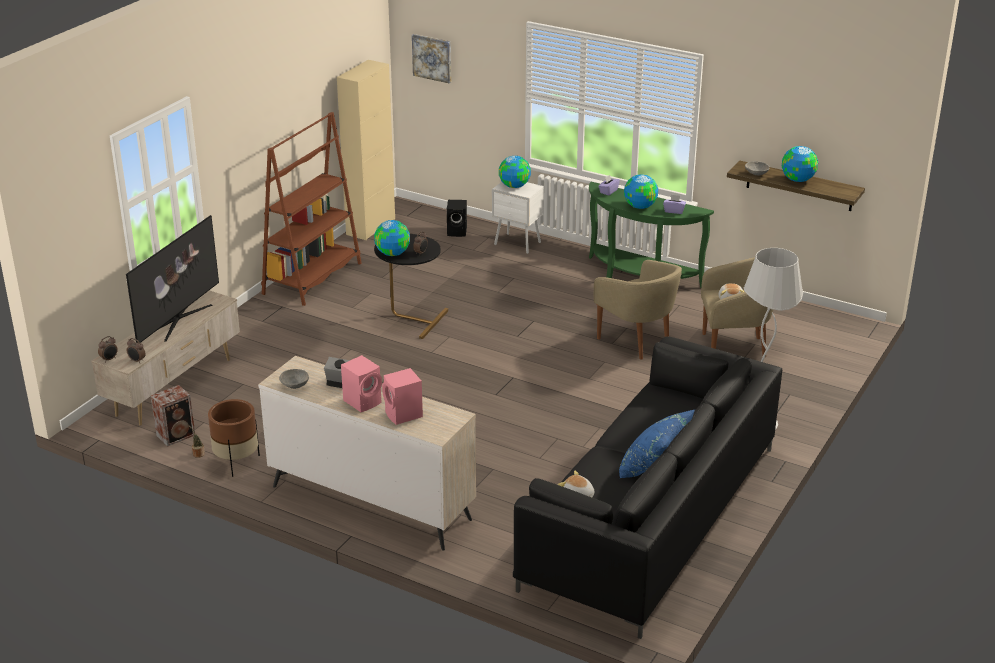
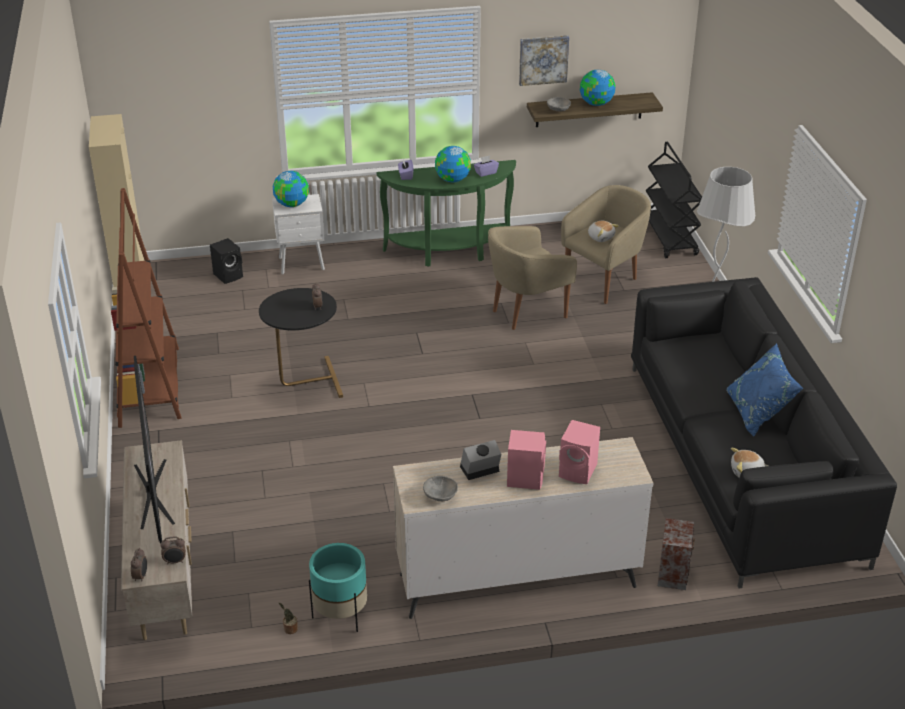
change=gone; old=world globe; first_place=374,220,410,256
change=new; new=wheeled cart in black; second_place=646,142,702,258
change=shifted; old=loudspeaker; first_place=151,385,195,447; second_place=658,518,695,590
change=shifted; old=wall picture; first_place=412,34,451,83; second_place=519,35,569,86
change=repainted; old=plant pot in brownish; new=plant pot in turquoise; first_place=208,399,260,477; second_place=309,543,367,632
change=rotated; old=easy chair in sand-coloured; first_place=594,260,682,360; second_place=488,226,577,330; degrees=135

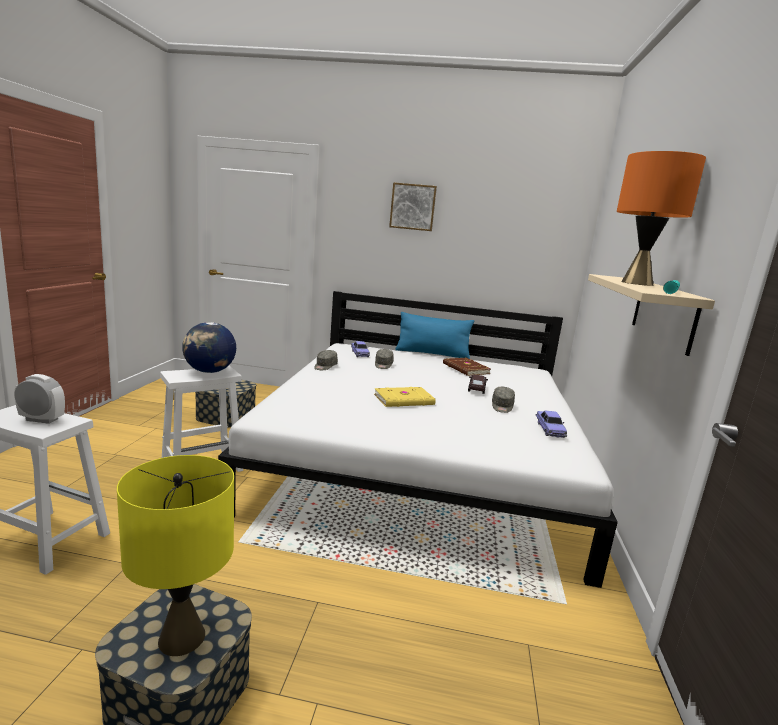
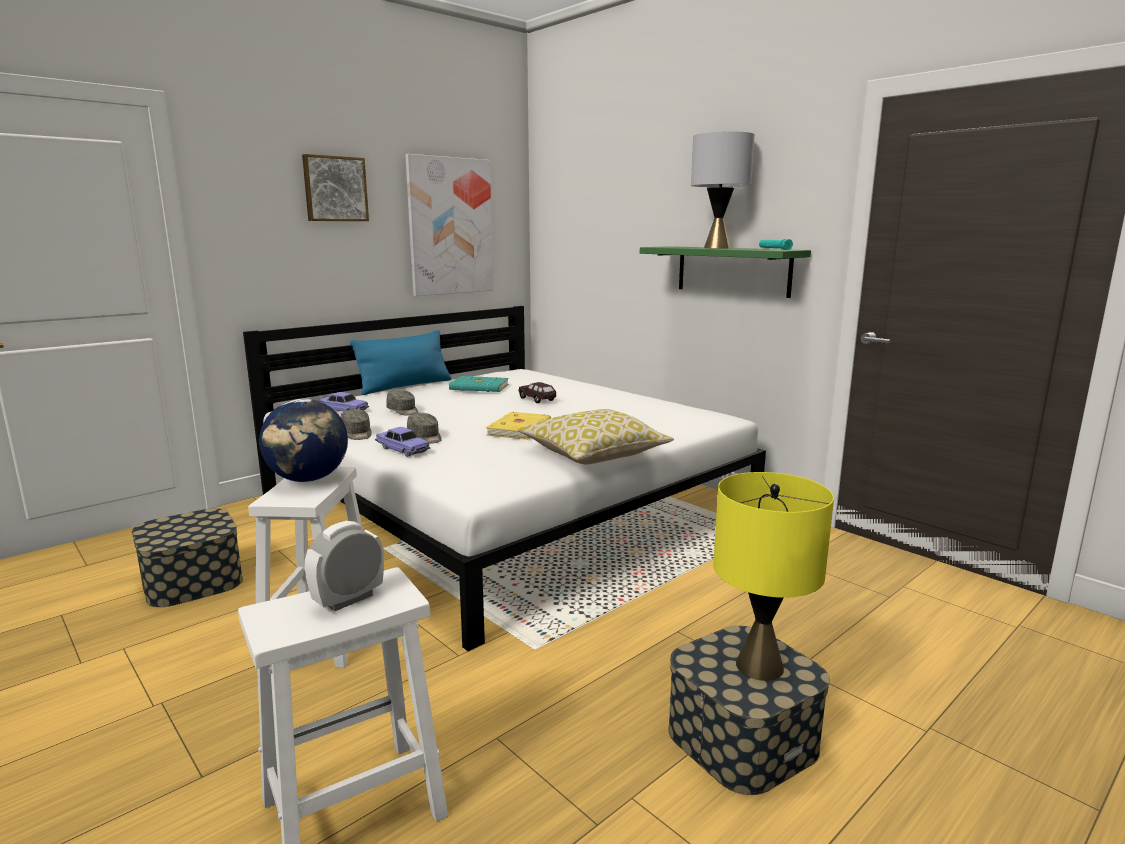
change=new; new=wall picture; second_place=405,154,493,296
change=new; new=throw pillow; second_place=518,409,674,464
change=shifted; old=baseball cap in greyish; first_place=492,387,515,413; second_place=407,413,442,444
change=shifted; old=model car; first_place=535,411,567,438; second_place=375,427,430,457
change=repainted; old=book in brownish; new=book in turquoise; first_place=443,358,491,376; second_place=449,376,509,392
change=repainted; old=shelf in sand-coloured; new=shelf in green-coloured; first_place=588,274,715,356; second_place=640,246,811,298
change=repainted; old=lamp for a table in orangey; new=lamp for a table in greyish; first_place=617,151,706,286; second_place=691,131,755,248

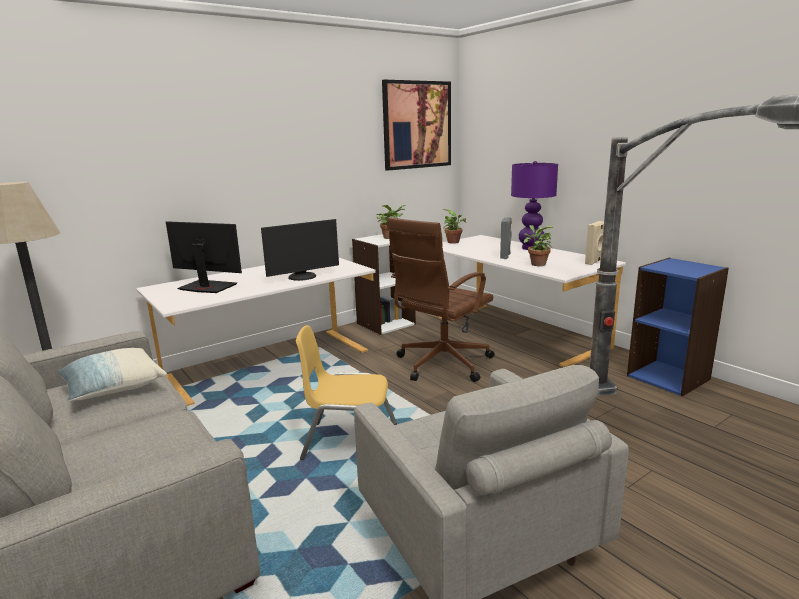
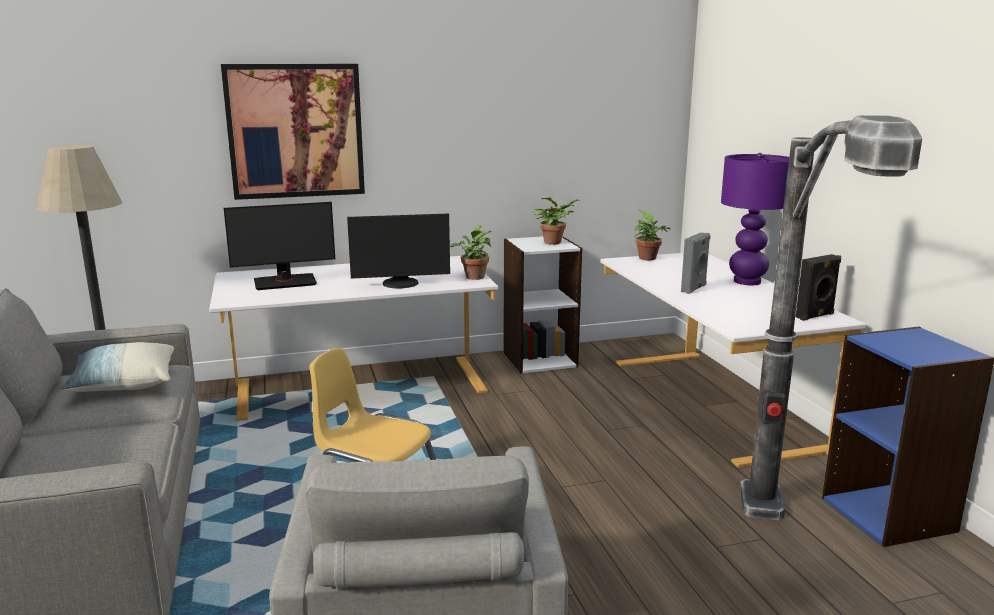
change=gone; old=computer chair in brownish; first_place=387,217,495,382
change=shifted; old=wall picture; first_place=382,80,451,171; second_place=221,64,365,200
change=shifted; old=houseplant; first_place=524,225,553,266; second_place=450,225,491,280
change=repainted; old=loudspeaker in sand-coloured; new=loudspeaker in black; first_place=585,221,604,265; second_place=795,254,841,321
change=rotated; old=monitor; first_place=166,221,242,293; second_place=224,202,335,290; degrees=120

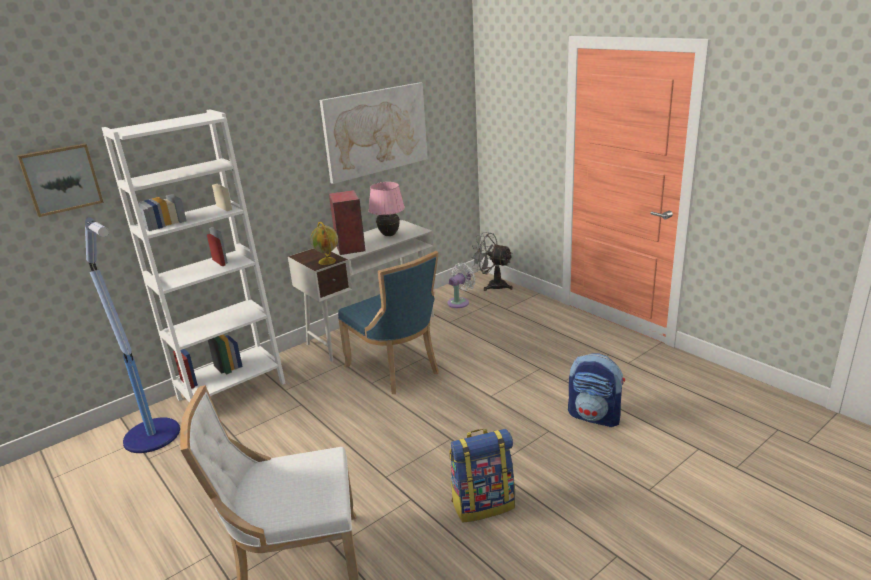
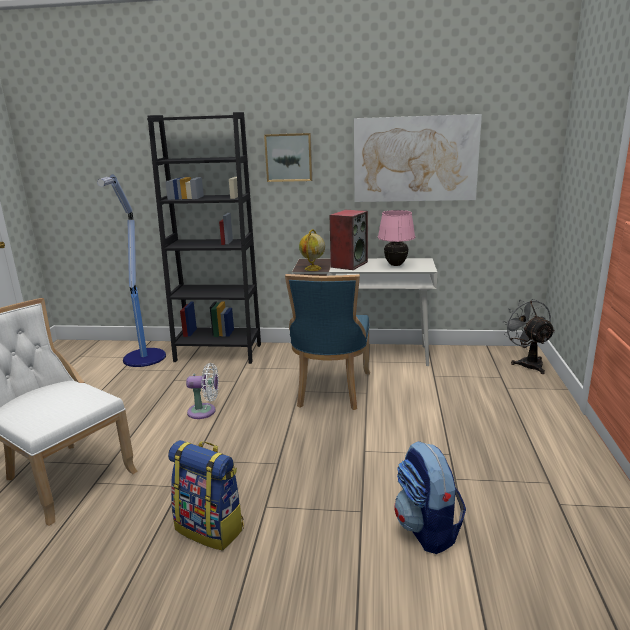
change=shifted; old=wall picture; first_place=17,143,104,217; second_place=264,133,312,182
change=shifted; old=cooling fan in white-coloured; first_place=447,263,476,308; second_place=186,363,219,419
change=repainted; old=bookcase in white-coloured; new=bookcase in black; first_place=102,109,285,402; second_place=147,112,261,364

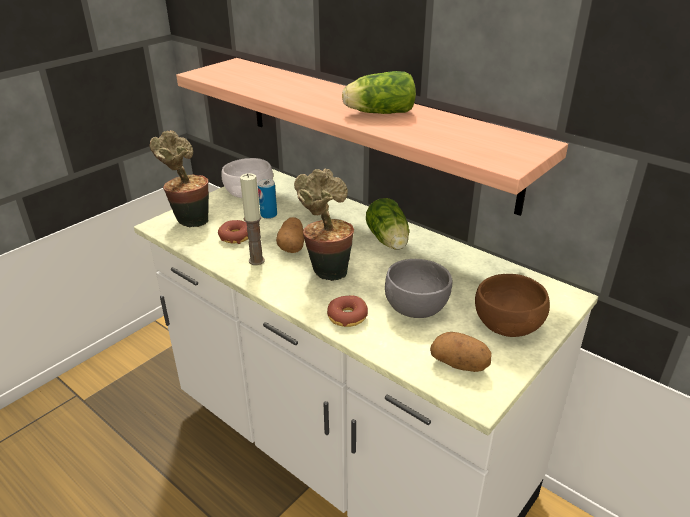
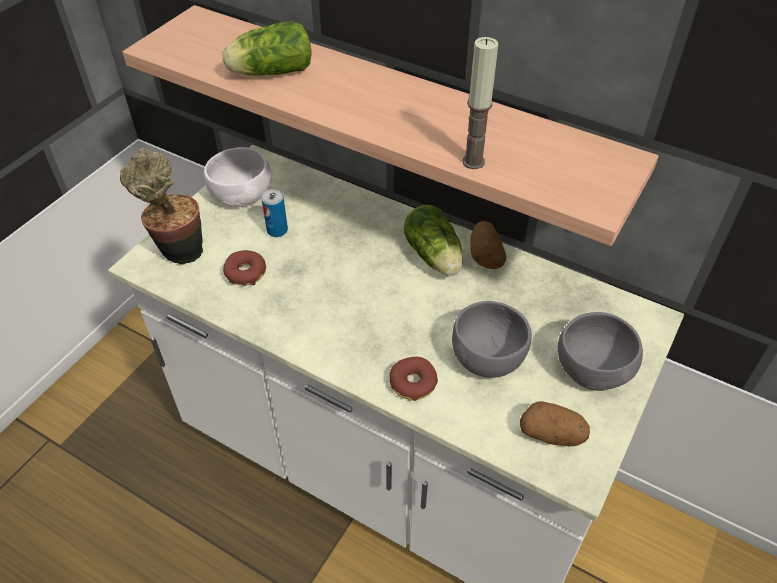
change=gone; old=houseplant; first_place=294,168,354,281
change=shifted; old=candle; first_place=240,173,265,265; second_place=462,37,498,169
change=shifted; old=spud; first_place=276,217,304,253; second_place=470,221,506,269
change=shifted; old=head of lettuce; first_place=342,71,416,114; second_place=222,21,312,76
change=repainted; old=serving bowl in brownish; new=serving bowl in greyish; first_place=475,274,550,337; second_place=558,312,643,391

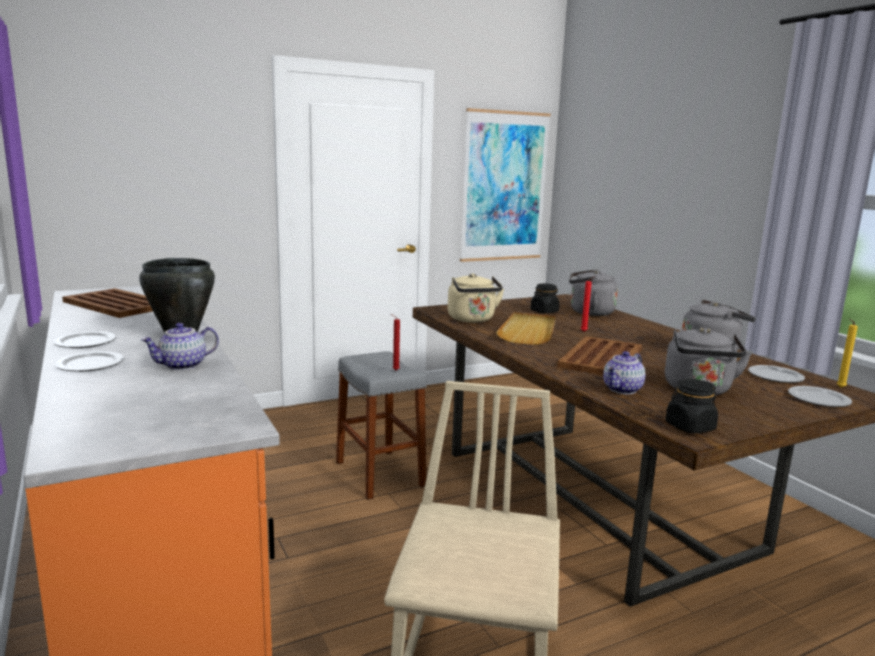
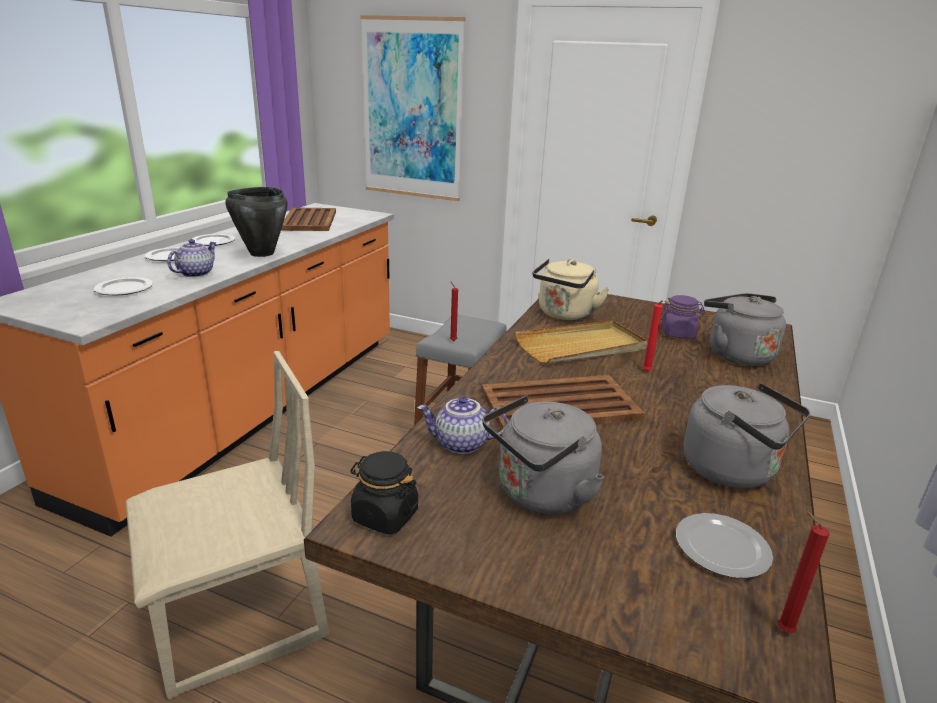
change=shifted; old=wall picture; first_place=460,108,551,262; second_place=360,15,466,201
change=shifted; old=dinner plate; first_place=788,386,852,407; second_place=94,277,153,295
change=repainted; old=storage jar in black; new=storage jar in purple-coloured; first_place=530,283,560,314; second_place=660,295,705,339
change=repainted; old=candle in yellowish; new=candle in reddish; first_place=837,319,858,388; second_place=778,511,829,633
change=rotated; old=tea pot; first_place=141,323,219,370; second_place=167,239,217,277; degrees=105

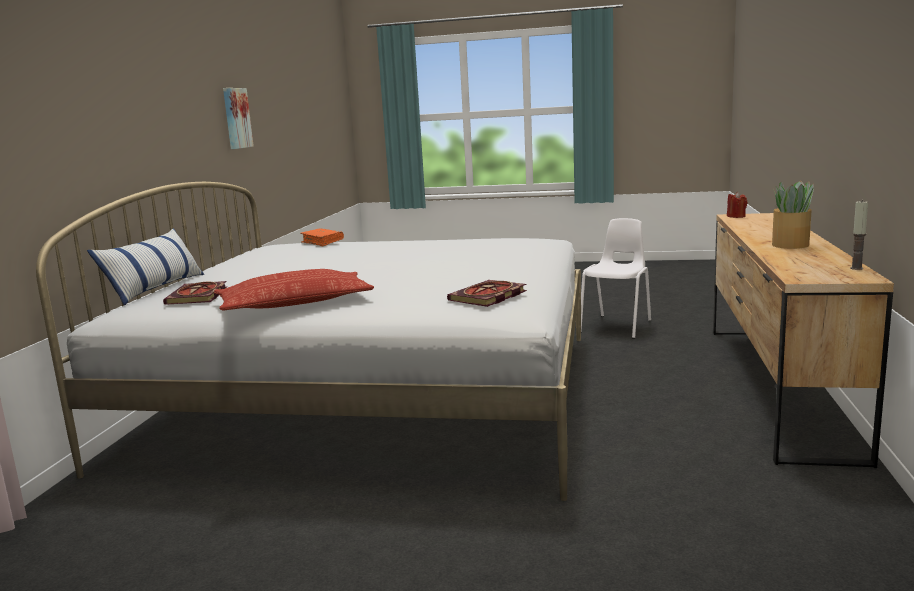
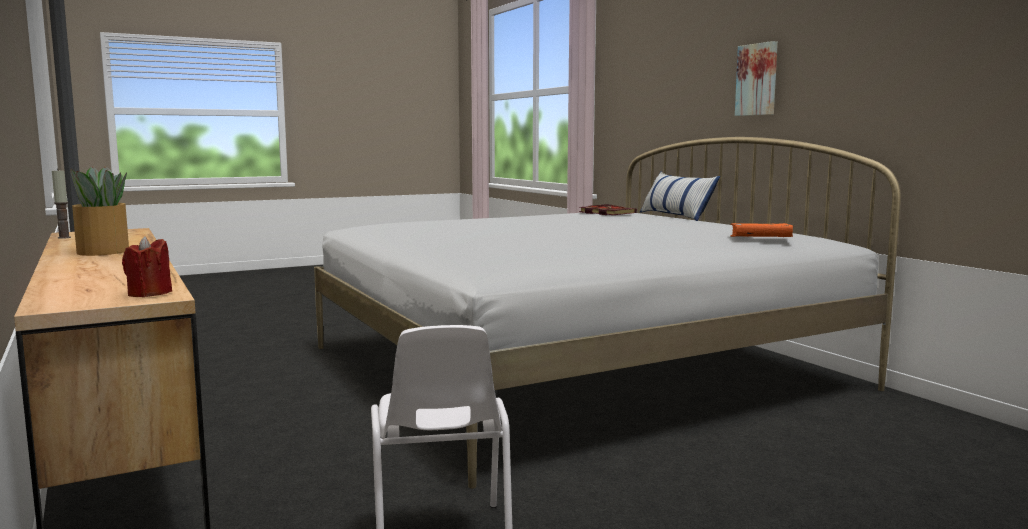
change=gone; old=throw pillow; first_place=214,269,374,310
change=gone; old=book; first_place=447,280,527,307
change=shifted; old=wall picture; first_place=223,88,254,149; second_place=735,41,778,116

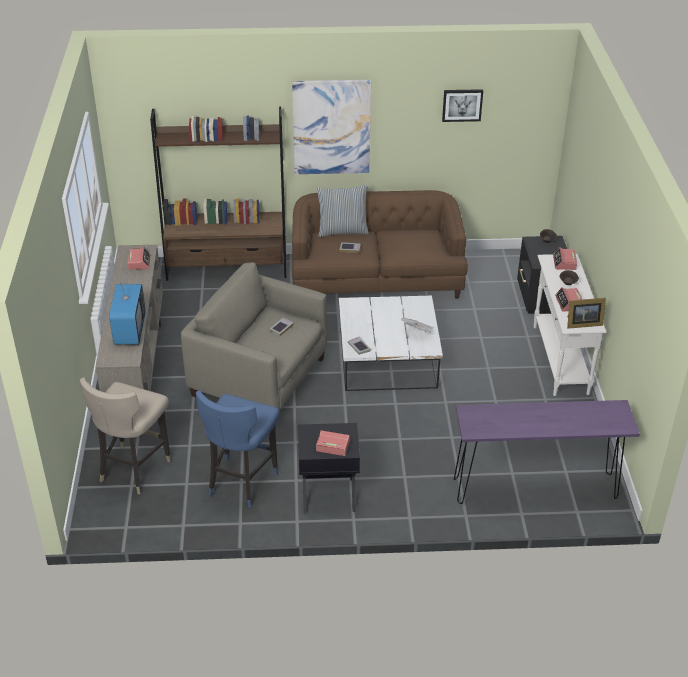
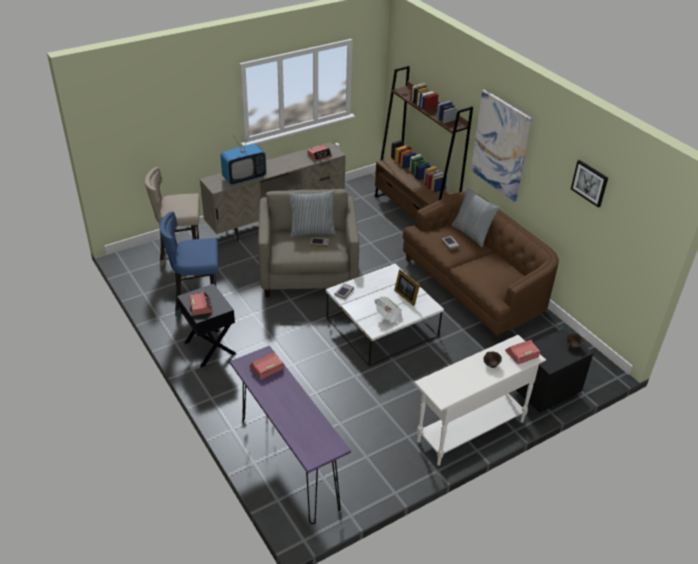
change=new; new=throw pillow; second_place=289,190,336,237
change=shifted; old=bedside clock; first_place=555,287,583,312; second_place=250,352,284,380
change=shifted; old=picture frame; first_place=567,298,606,329; second_place=394,269,420,306

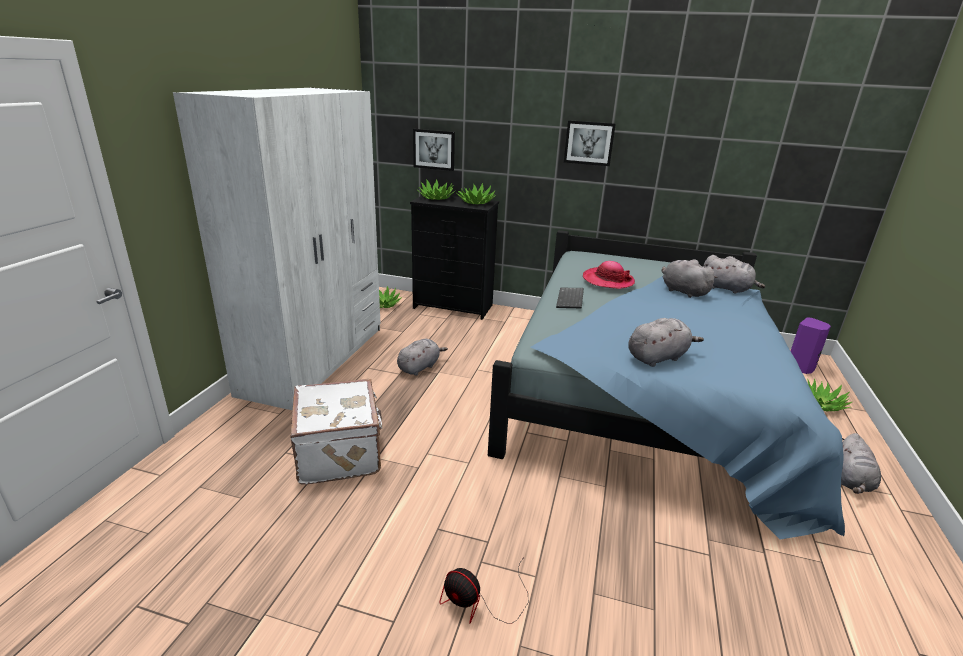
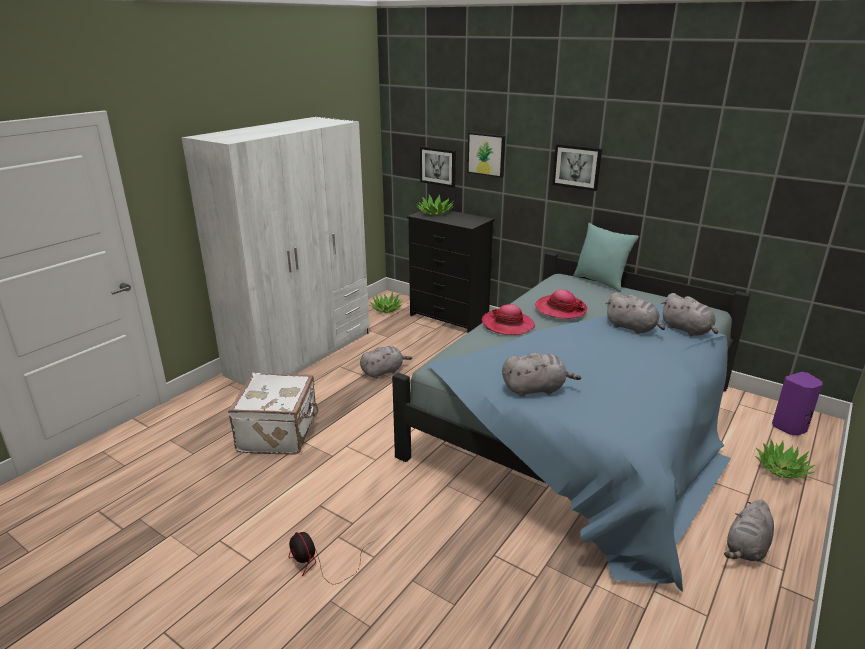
change=gone; old=houseplant; first_place=457,183,497,204
change=new; new=wall picture; second_place=467,132,505,178
change=new; new=throw pillow in turquoise; second_place=573,223,639,292
change=swapped; old=keyboard; new=clothing hat; first_place=556,288,584,309; second_place=482,304,535,335
change=rotated; old=soft toy in greyish; first_place=662,259,718,298; second_place=606,292,665,334; degrees=150

